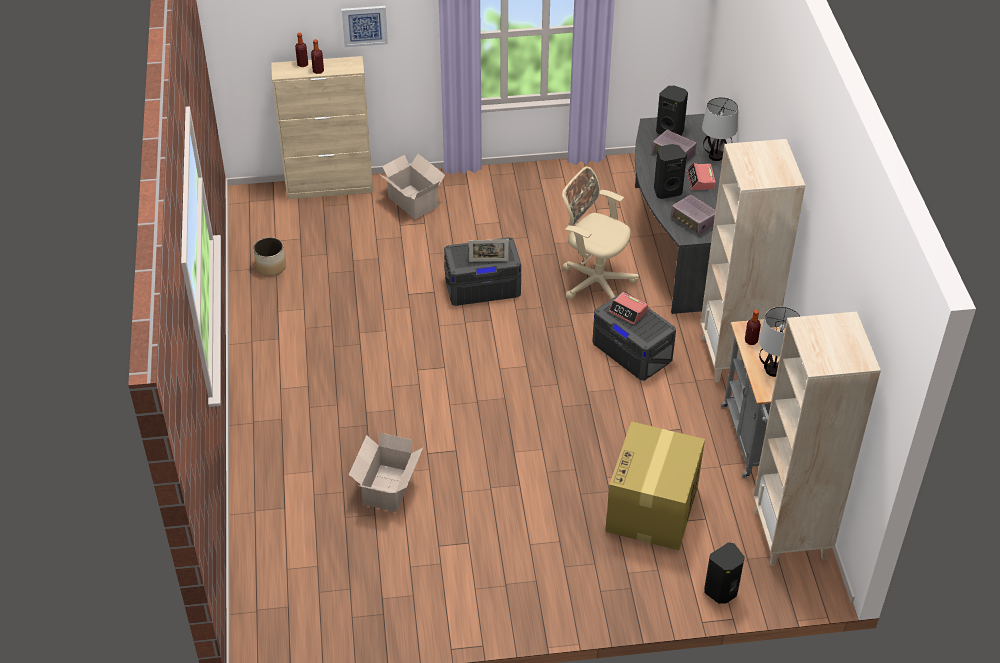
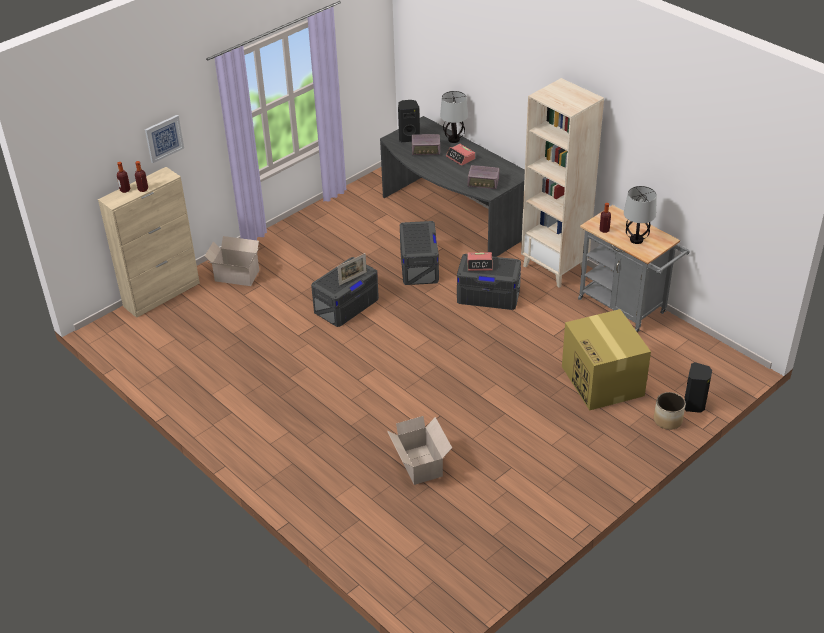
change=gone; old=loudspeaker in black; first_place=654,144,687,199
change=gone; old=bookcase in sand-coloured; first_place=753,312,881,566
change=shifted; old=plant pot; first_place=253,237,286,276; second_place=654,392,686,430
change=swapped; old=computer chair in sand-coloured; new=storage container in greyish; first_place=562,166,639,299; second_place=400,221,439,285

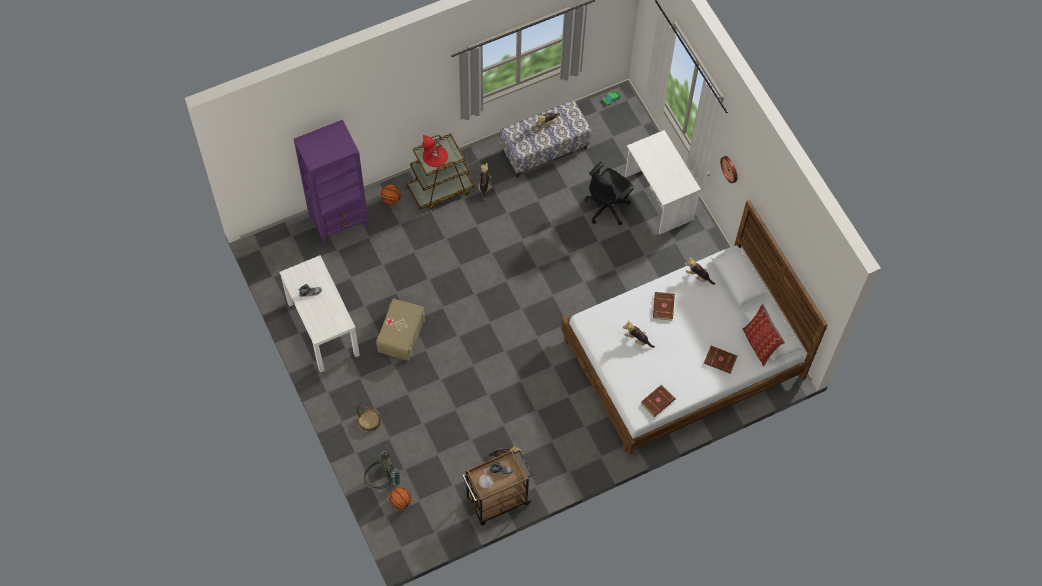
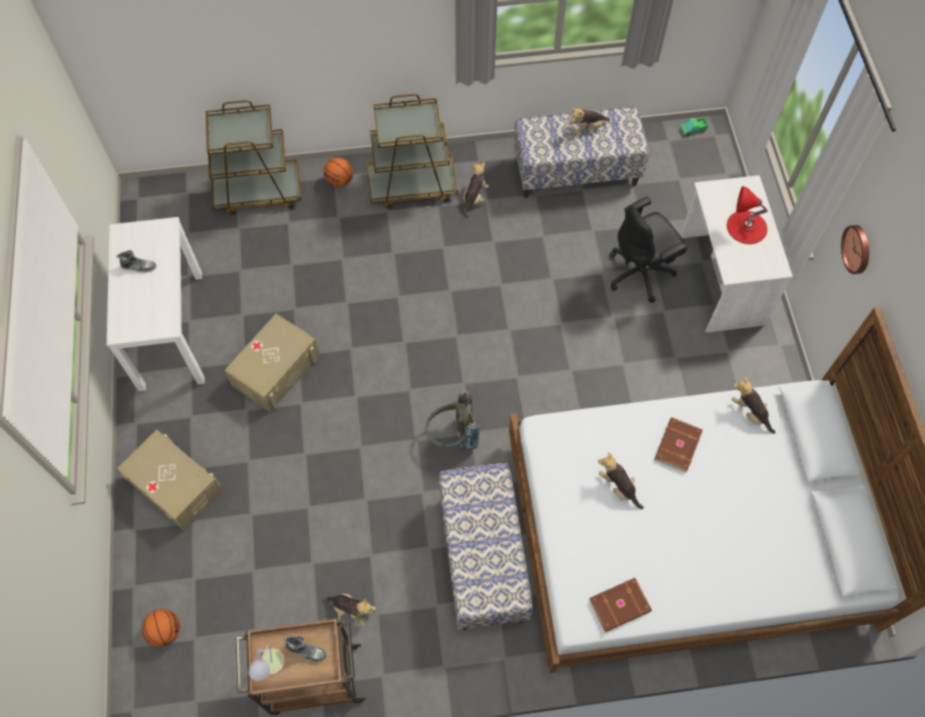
change=gone; old=book in brownish; first_place=704,346,737,374
change=gone; old=throw pillow; first_place=742,304,785,366
change=new; new=indoor bench; second_place=439,463,532,630
change=shifted; old=knapsack in greyish; first_place=363,450,400,490; second_place=425,391,480,449
change=shifted; old=lamp for a table in reddish; first_place=423,135,448,167; second_place=727,186,768,244
change=swapped; old=bookcase in purple-coloured; new=wheeled cart in brownish; first_place=294,120,369,246; second_place=206,100,301,215
change=swapped; old=storage basket; new=storage container in sand-coloured; first_place=357,406,381,432; second_place=117,430,223,531

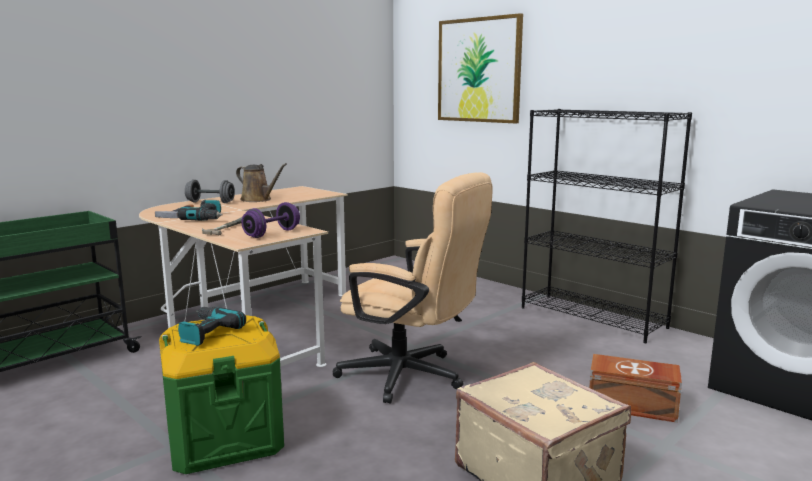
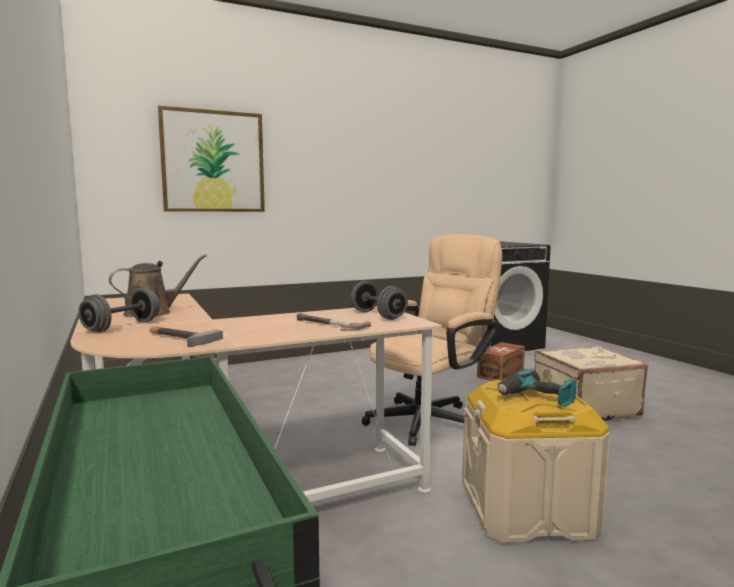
change=gone; old=electric drill; first_place=178,200,223,221
change=gone; old=bookcase in black; first_place=522,109,692,343
change=repainted; old=storage container in green-coloured; new=storage container in sand-coloured; first_place=159,315,284,474; second_place=462,380,610,543
change=repainted; old=free weight in purple-coloured; new=free weight in greyish; first_place=241,202,300,238; second_place=351,281,408,320

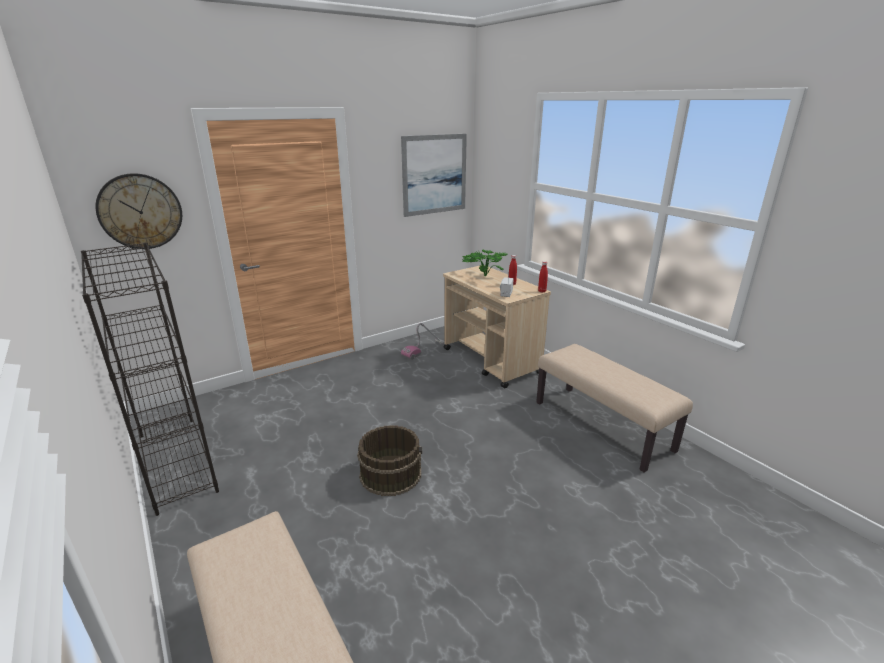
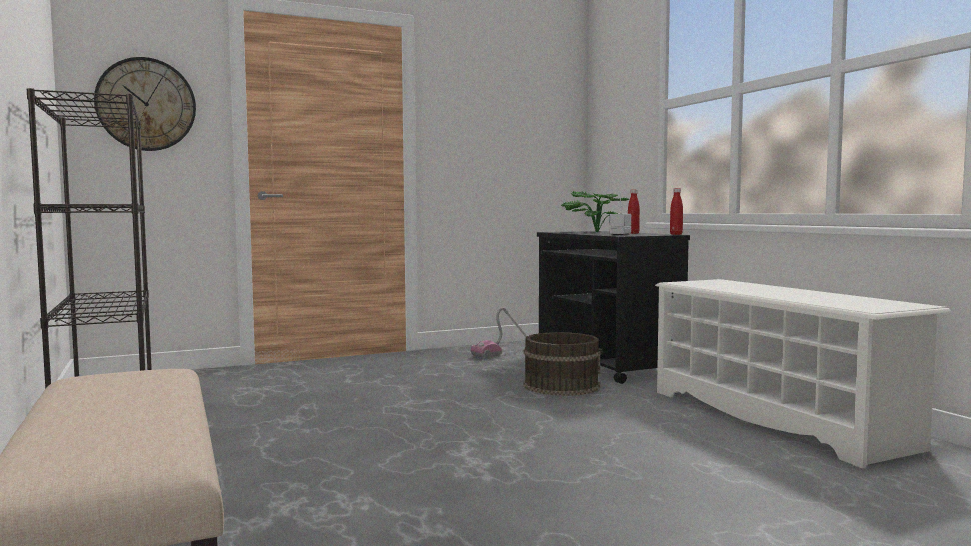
change=gone; old=wall picture; first_place=401,134,467,217
change=shifted; old=bucket in brownish; first_place=357,426,422,496; second_place=523,332,602,396
change=swapped; old=indoor bench in sand-coloured; new=shoe rack in white-coloured; first_place=536,344,693,473; second_place=655,279,951,469
change=repainted; old=wheeled cart in sand-coloured; new=wheeled cart in black; first_place=443,265,551,389; second_place=537,231,690,384

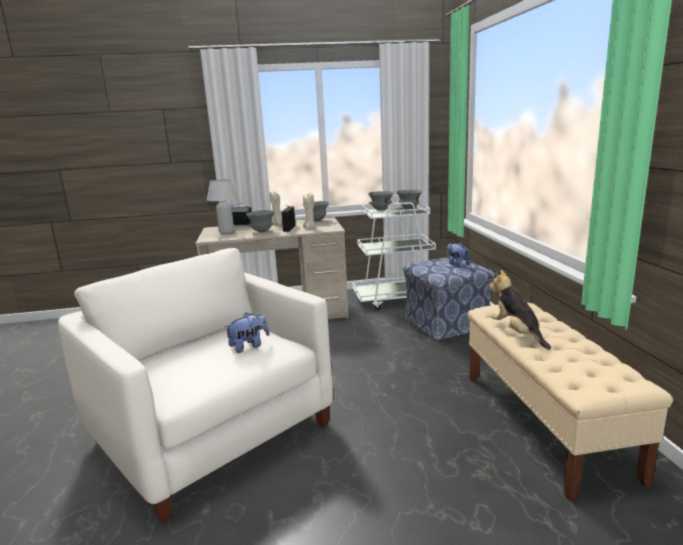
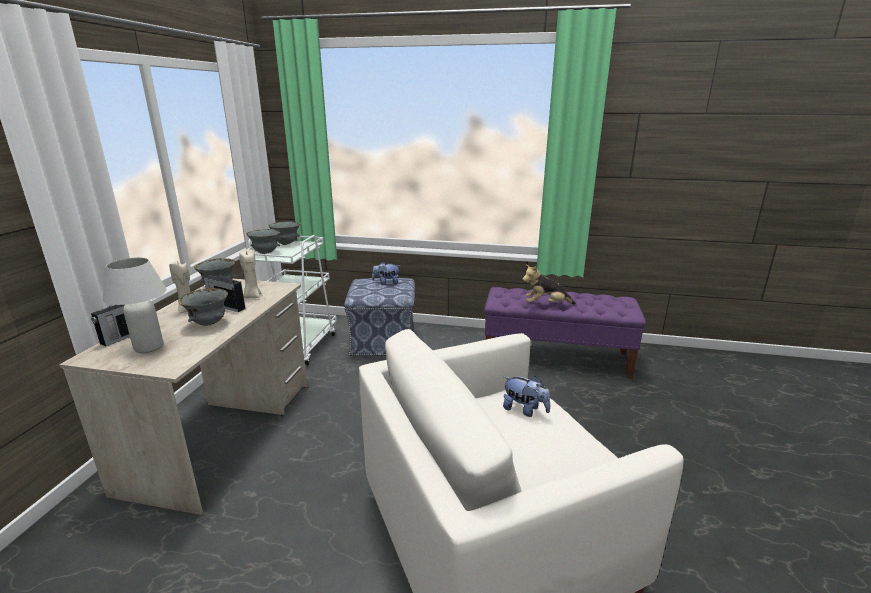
change=repainted; old=indoor bench in sand-coloured; new=indoor bench in purple-coloured; first_place=467,303,673,501; second_place=484,287,646,379
change=rotated; old=soft toy; first_place=225,313,269,353; second_place=503,376,550,417; degrees=135

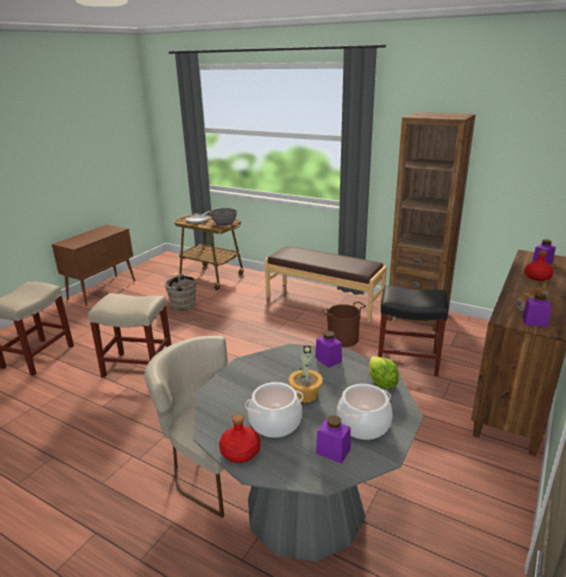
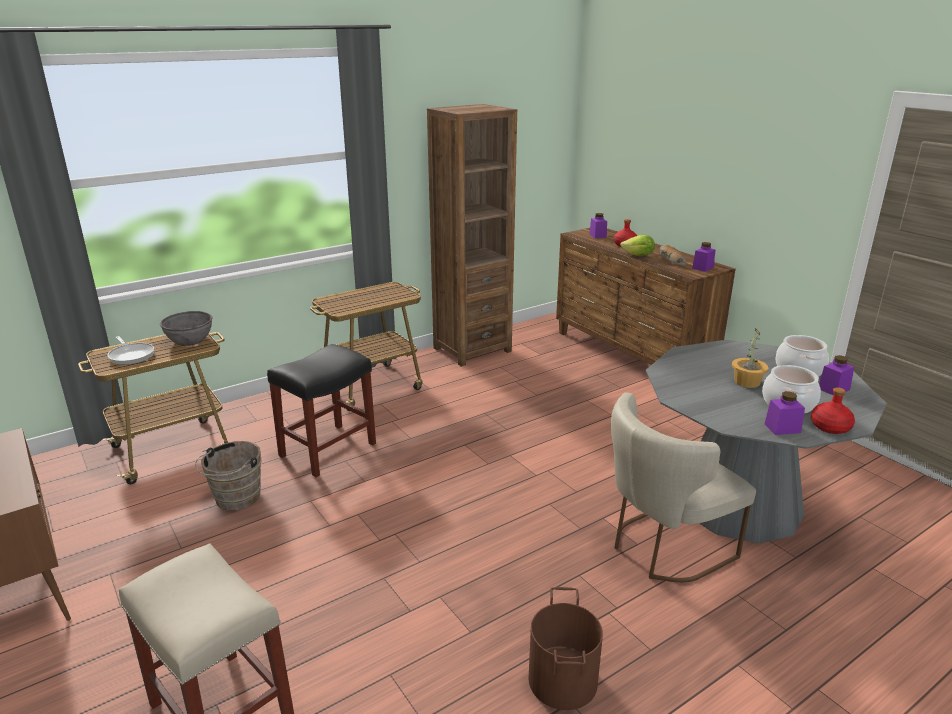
change=gone; old=sitting stool in sand-coloured; first_place=88,293,171,377
change=shifted; old=storage jar in purple-coloured; first_place=315,331,342,368; second_place=764,391,805,435
change=shifted; old=bucket in brownish; first_place=322,302,366,347; second_place=529,587,603,710
change=shifted; old=head of lettuce; first_place=369,356,399,389; second_place=620,235,655,255
change=shifted; old=sitting stool in black; first_place=378,285,448,376; second_place=267,344,376,477
change=swapped; old=indoor bench in brownish; new=wheeled cart; first_place=265,246,387,322; second_place=310,282,423,411

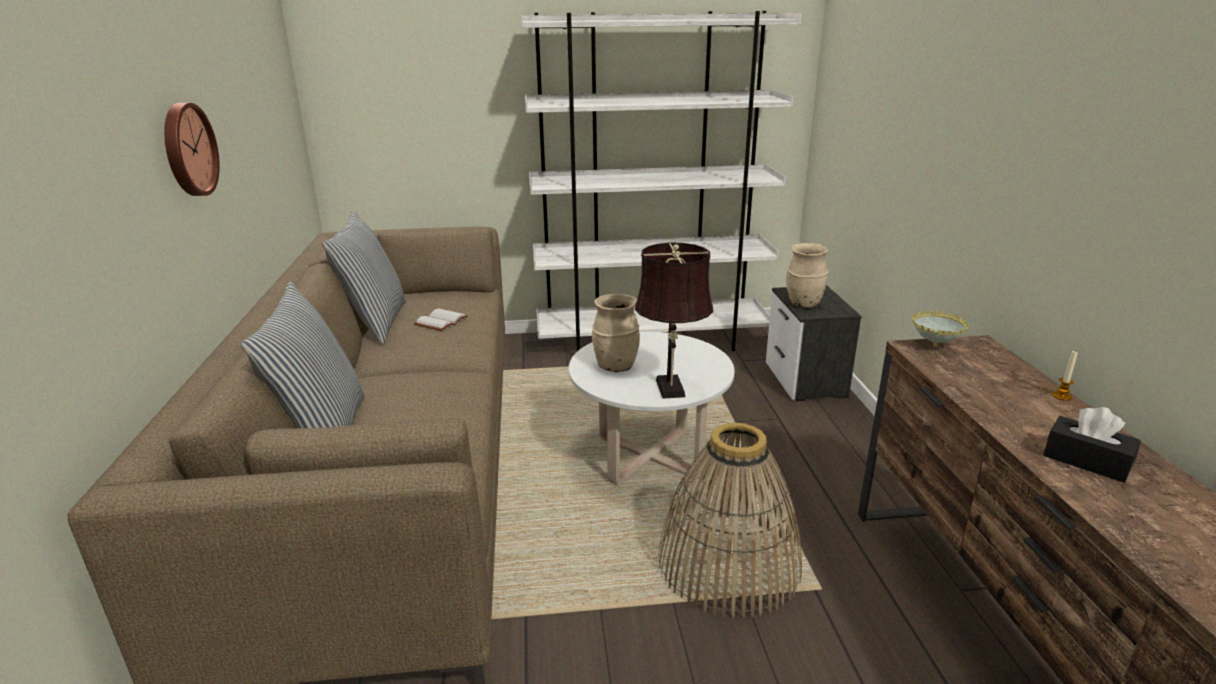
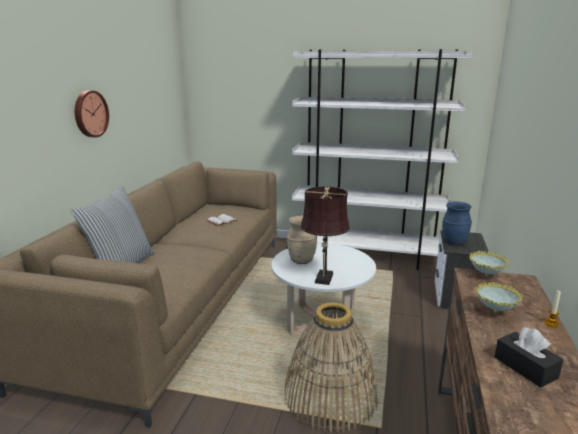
change=gone; old=throw pillow; first_place=322,210,406,344
change=new; new=serving bowl; second_place=476,282,523,313
change=repainted; old=vase in sand-coloured; new=vase in blue-coloured; first_place=786,243,828,308; second_place=442,201,472,245

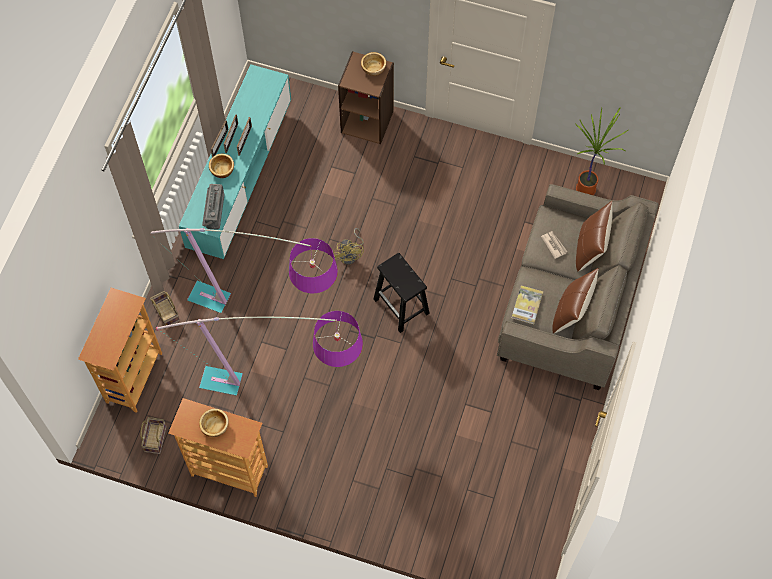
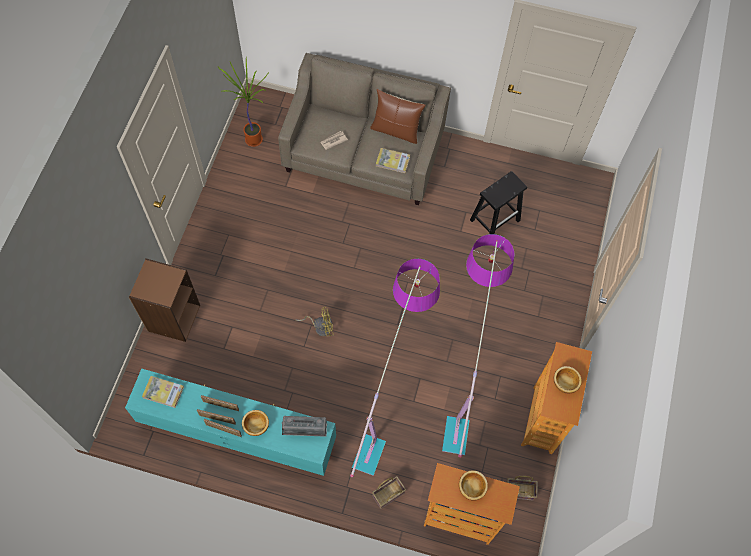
change=gone; old=throw pillow in brownish; first_place=576,201,613,272
change=new; new=book; second_place=142,376,184,408
change=shifted; old=serving bowl; first_place=361,52,386,76; second_place=459,470,488,501
change=shifted; old=sitting stool in black; first_place=374,253,430,333; second_place=470,171,527,234

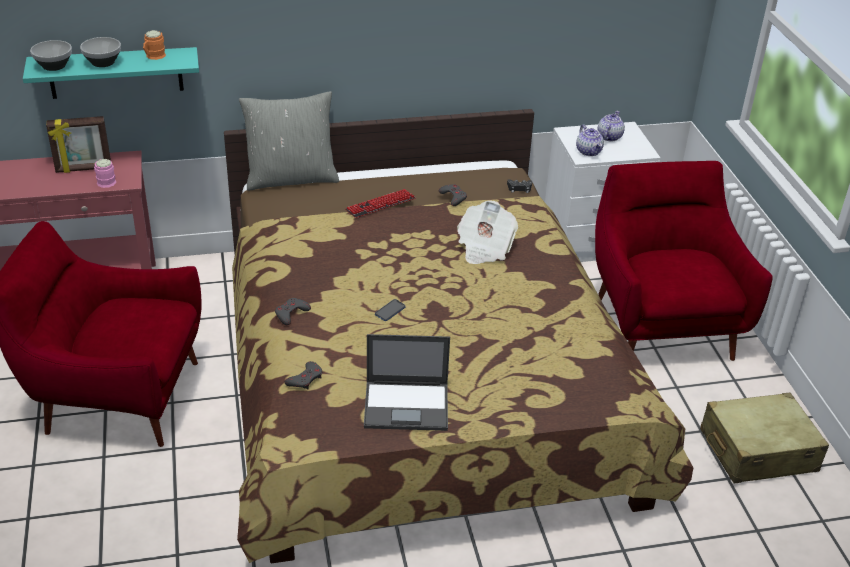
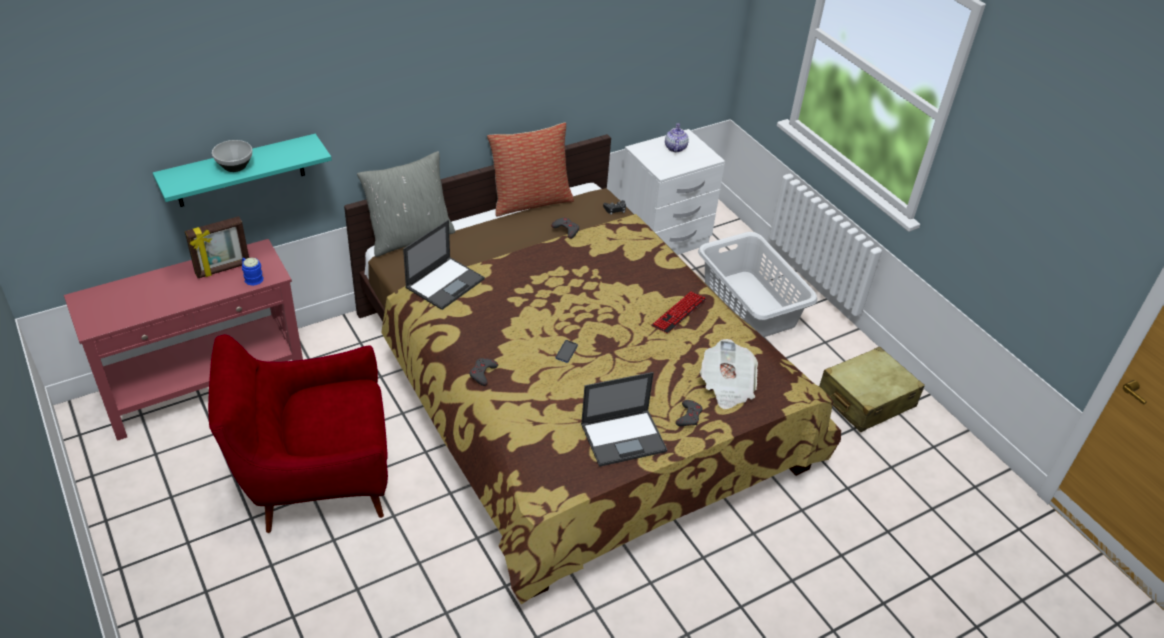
change=gone; old=serving bowl; first_place=30,40,72,71
change=gone; old=coffee mug in orangey; first_place=143,30,166,60
change=gone; old=tea pot; first_place=576,125,604,156
change=new; new=notebook computer; second_place=403,220,485,310
change=new; new=throw pillow; second_place=487,123,574,216
change=shifted; old=game controller in greyish; first_place=285,361,323,390; second_place=676,400,702,426
change=shifted; old=keyboard; first_place=345,189,416,218; second_place=651,292,706,334
change=shifted; old=daily paper; first_place=457,200,518,264; second_place=700,339,758,409
change=swapped; old=easy chair in reddish; new=washing basket in greyish; first_place=595,161,773,361; second_place=698,232,817,337
change=repainted; old=coffee mug in pinkish; new=coffee mug in blue-coloured; first_place=94,159,116,188; second_place=242,257,264,286

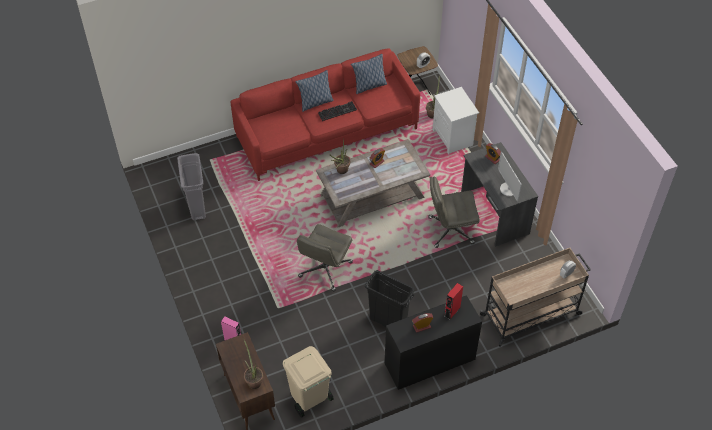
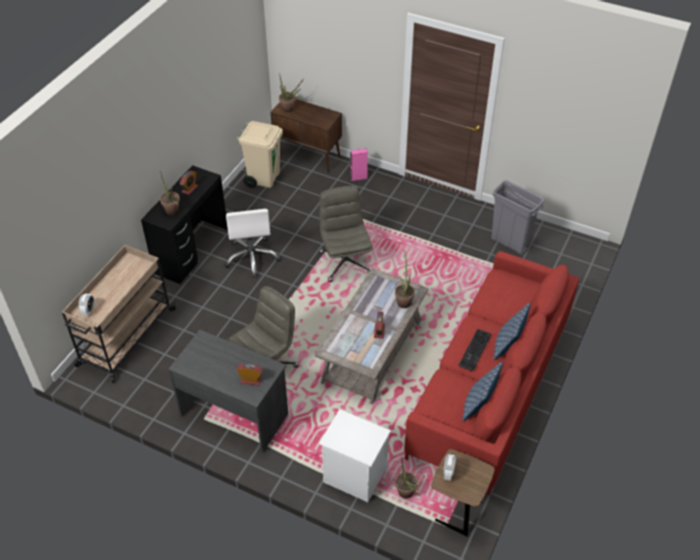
change=gone; old=monitor; first_place=498,152,522,202
change=swapped; old=waste bin in black; new=computer chair in white-coloured; first_place=365,270,414,327; second_place=225,209,281,278
change=swapped; old=loudspeaker in reddish; new=houseplant; first_place=444,283,463,320; second_place=160,171,180,215

